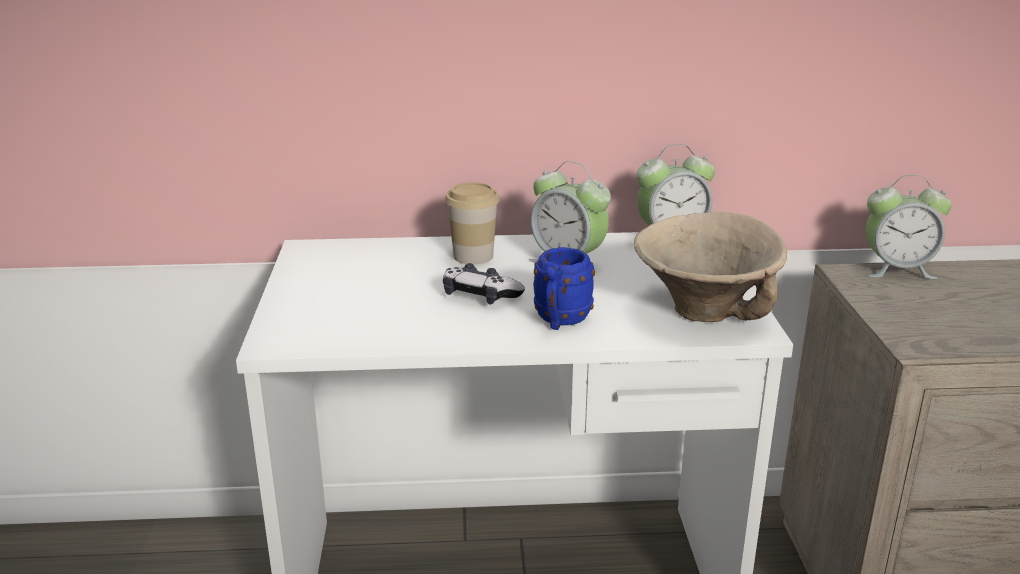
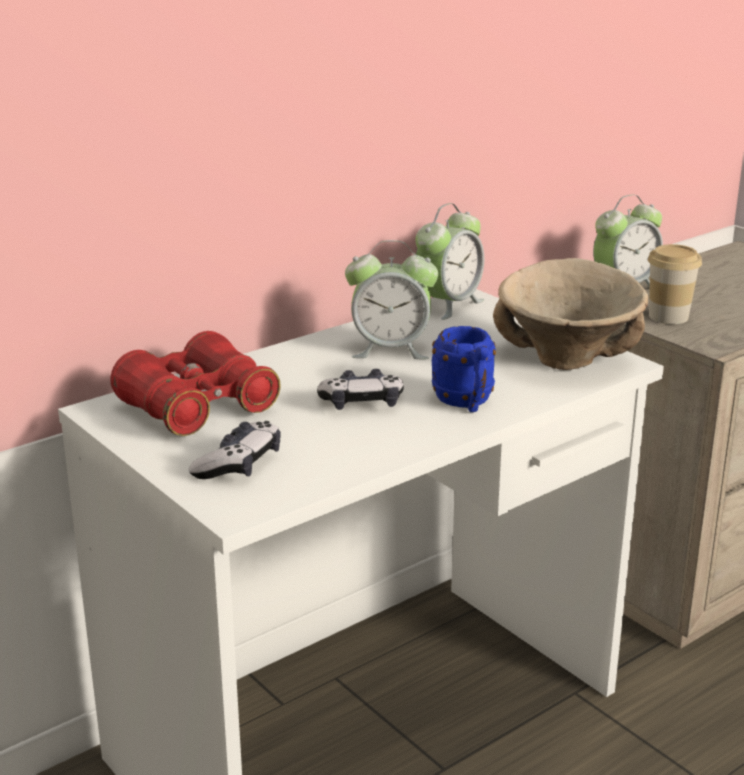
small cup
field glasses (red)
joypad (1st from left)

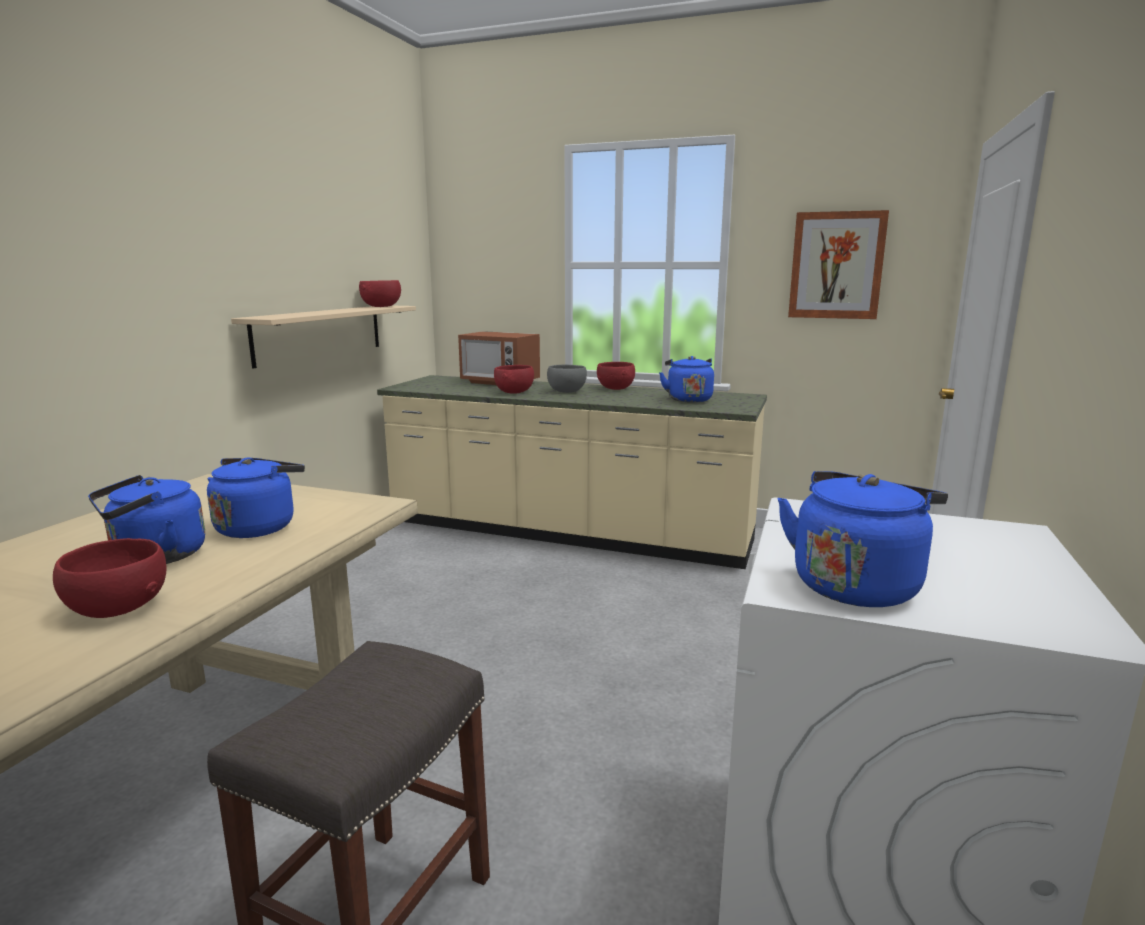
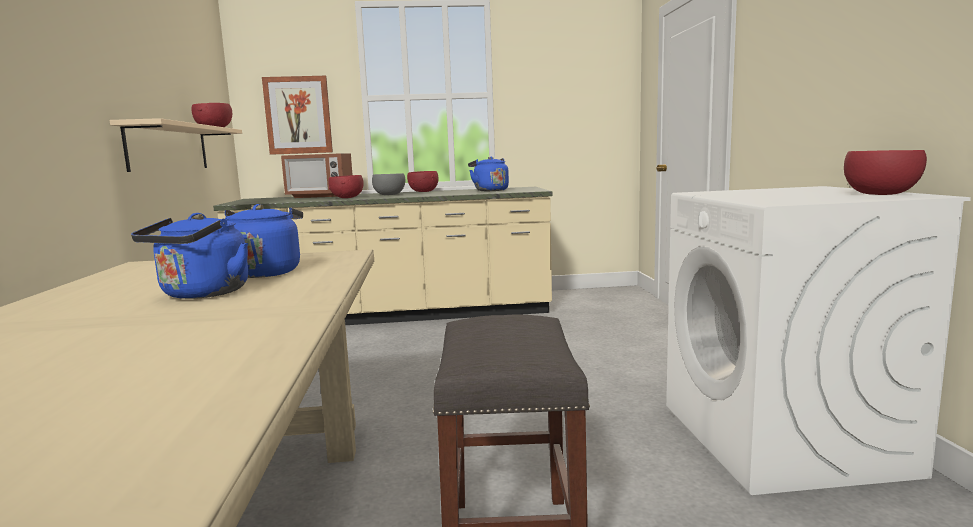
wall picture
kettle (blue) (4th from left in the first image)
deep dish (red) (4th from left)

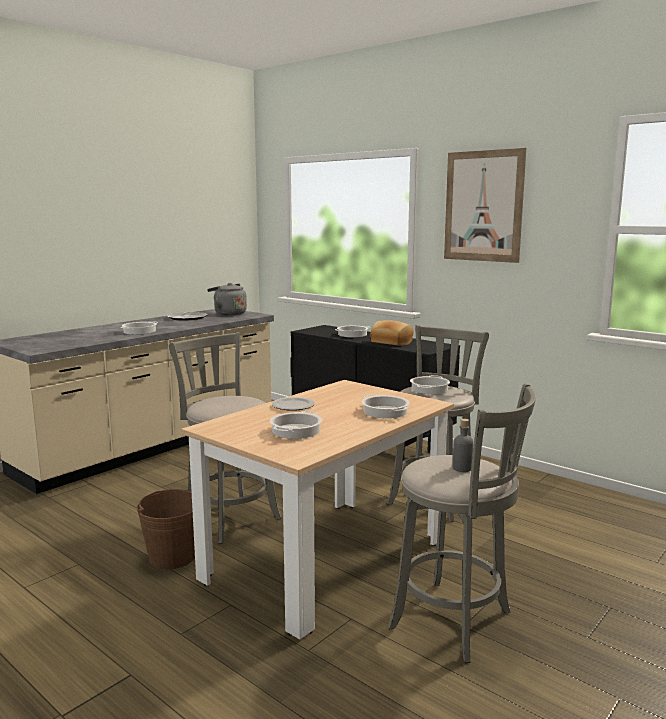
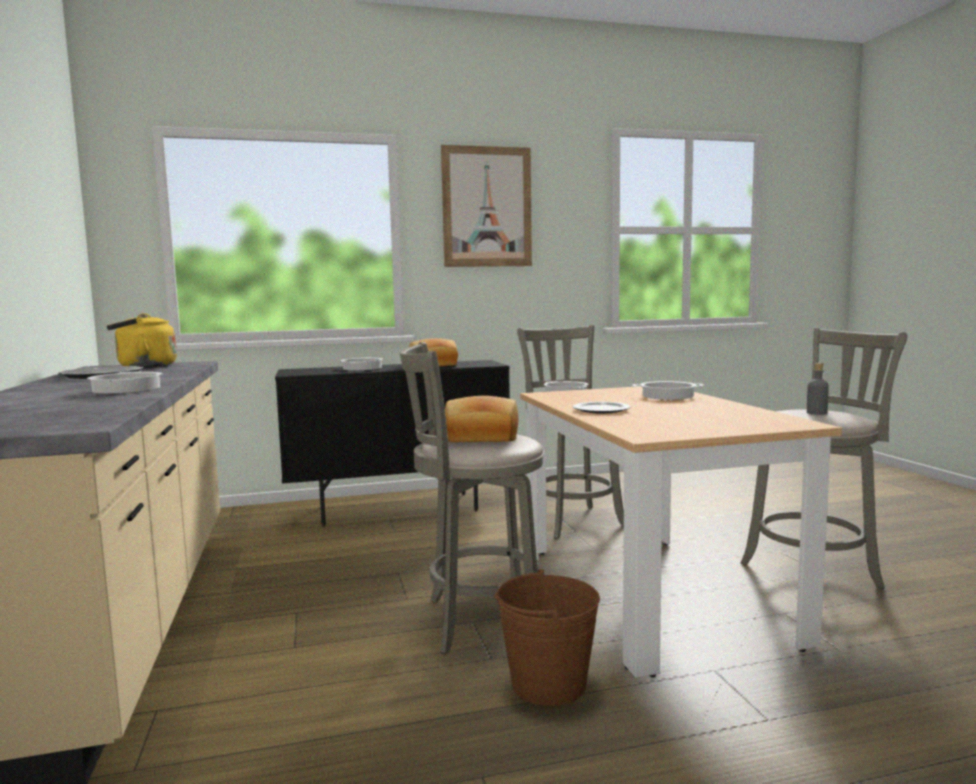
kettle (yellow-coloured)
stockpot (2nd from left in the first image)
bread (2nd from left)

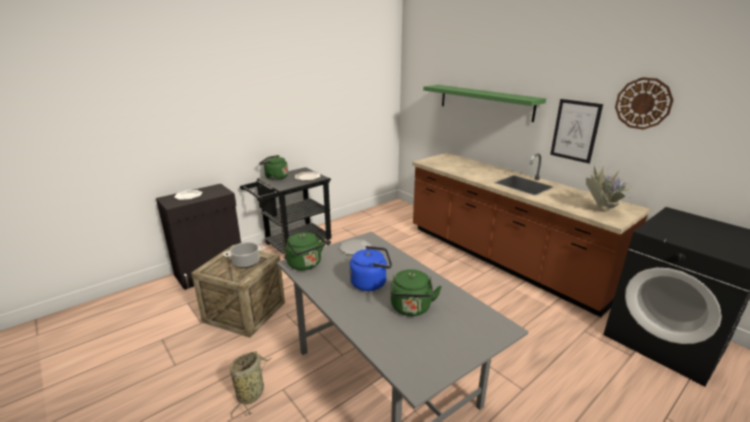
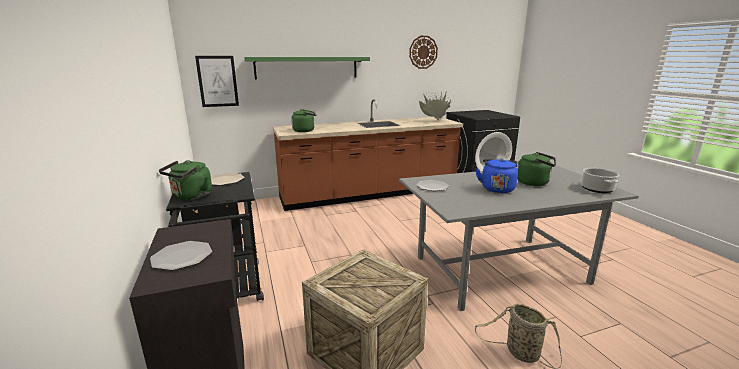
wall picture
kettle (greenish) (2nd from left)
stockpot

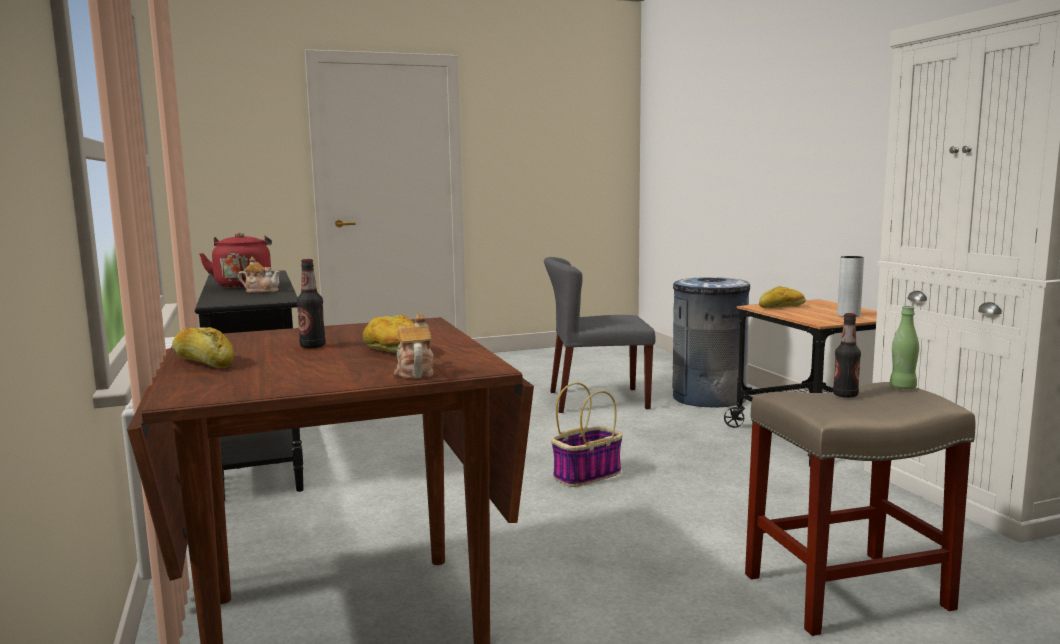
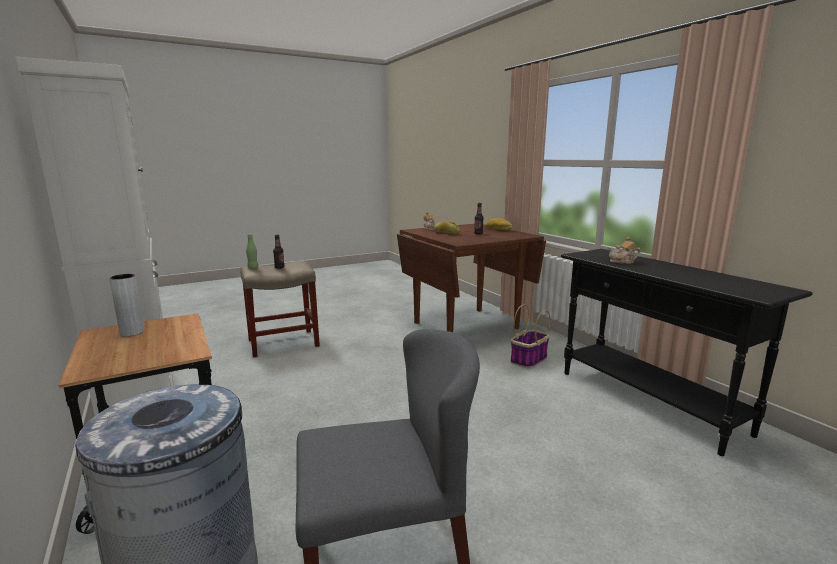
kettle (red)
bread (3rd from left in the first image)
basket

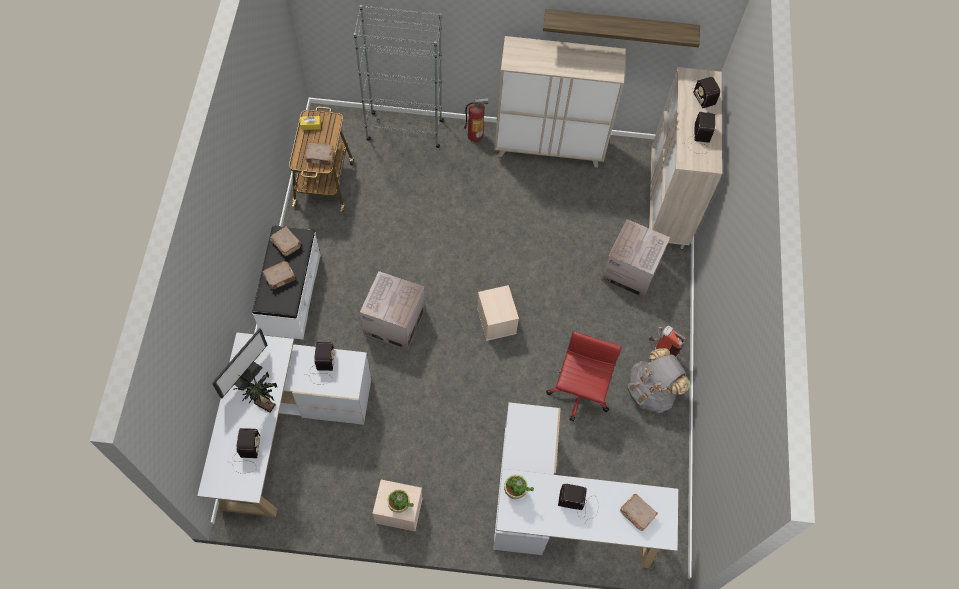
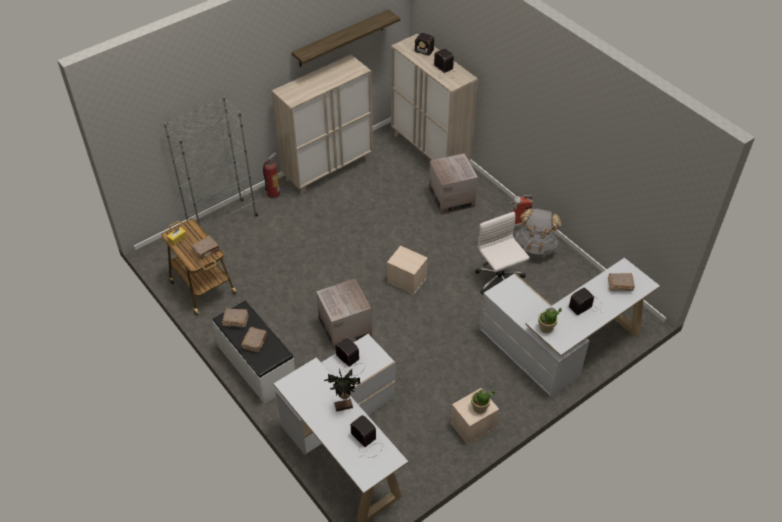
computer display
desk chair (white)

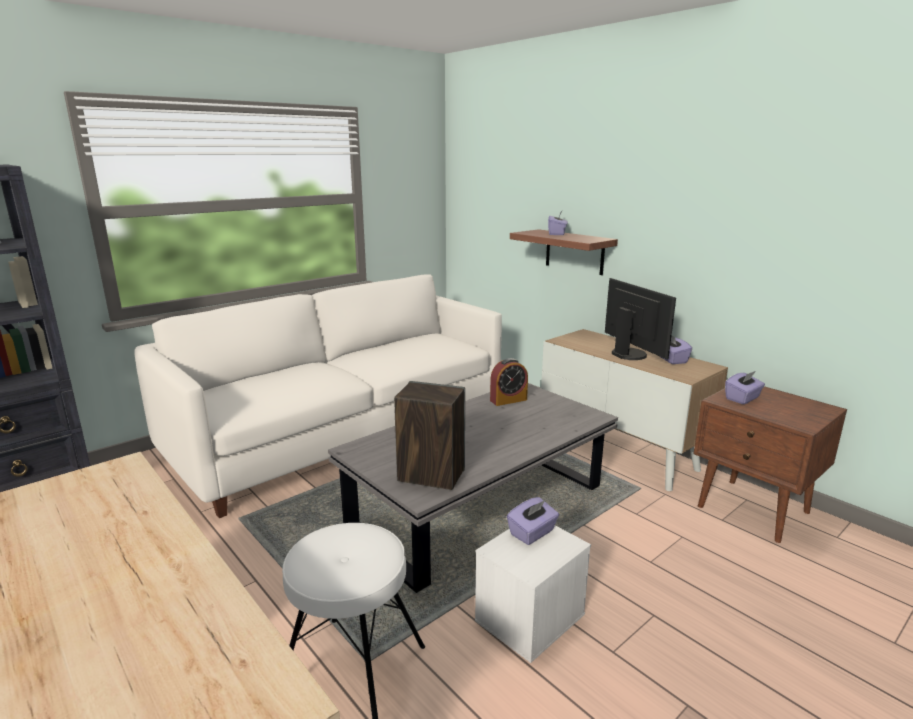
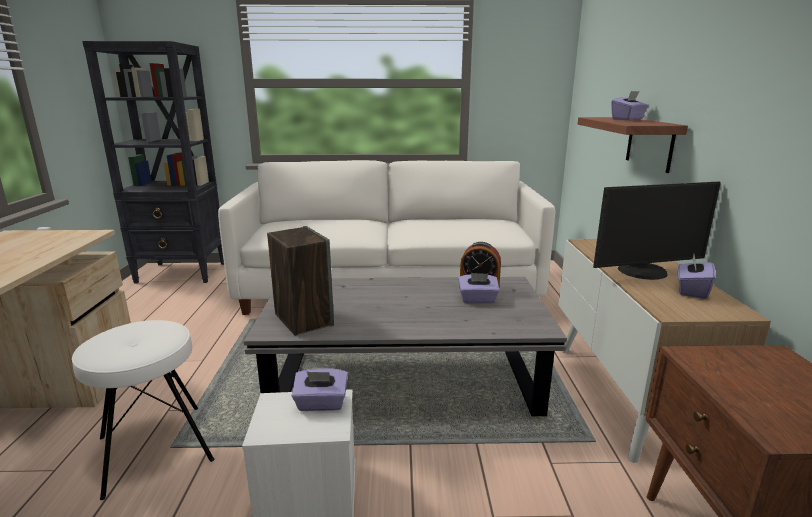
computer display
box of tissues (purple) (2nd from left)

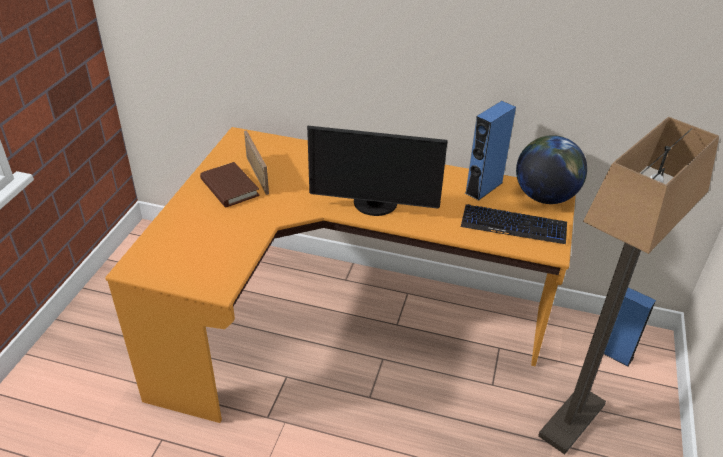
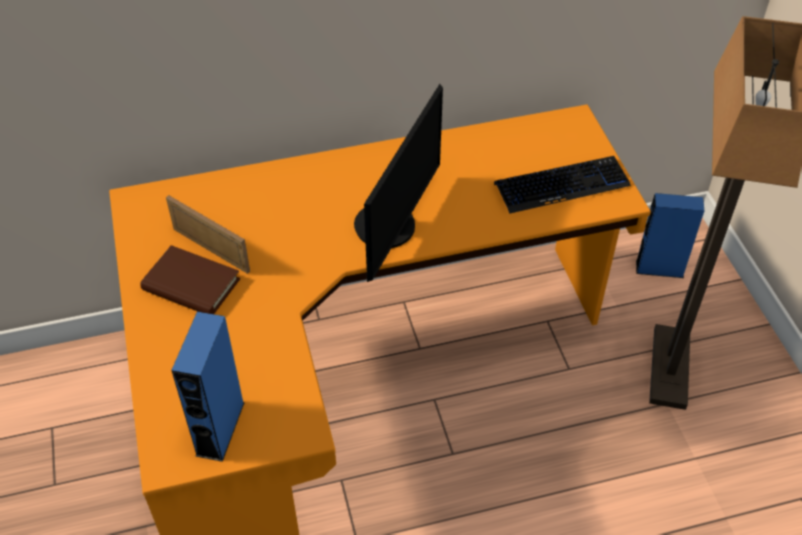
speaker (blue) (1st from left)
computer display
globe

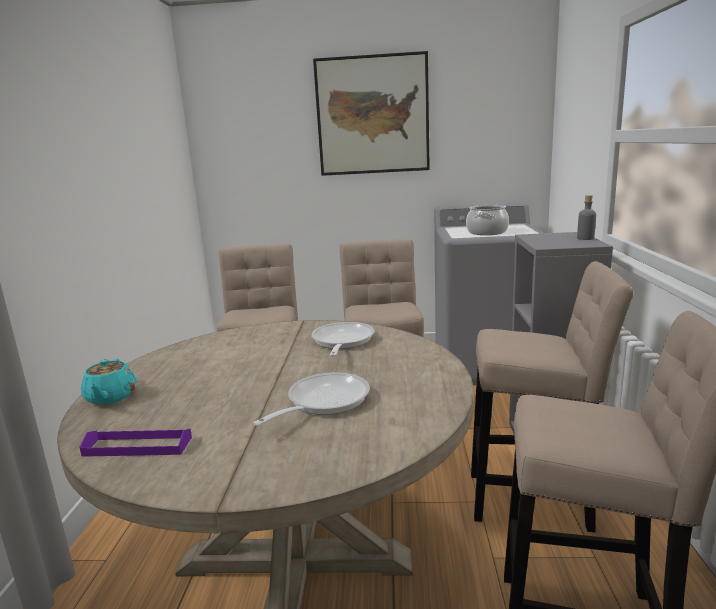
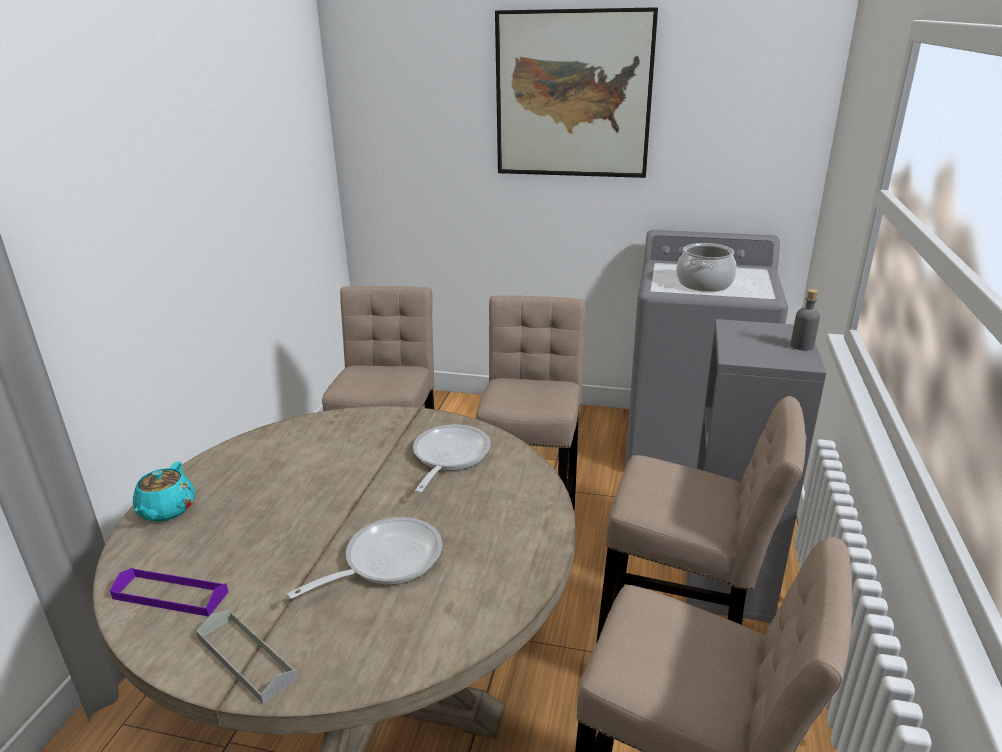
serving tray (greyish)

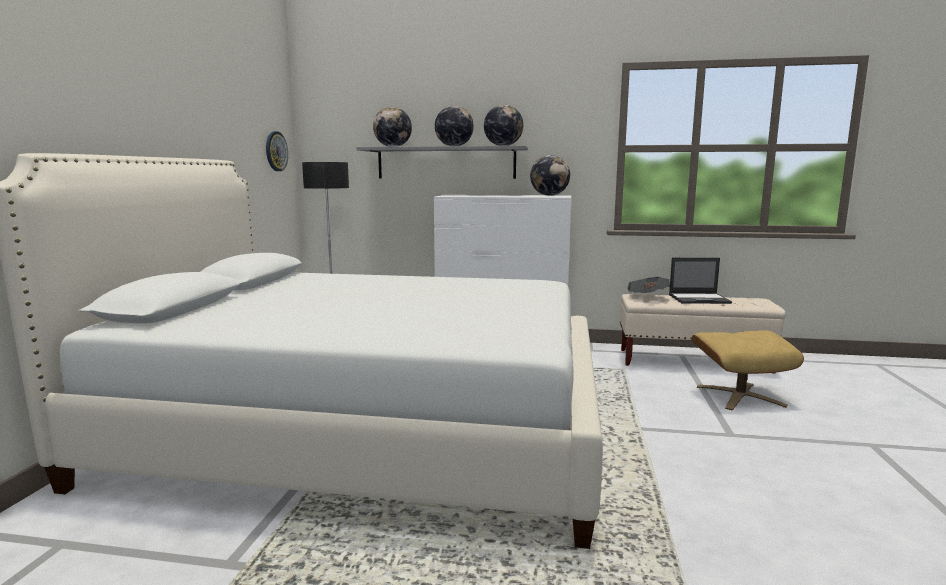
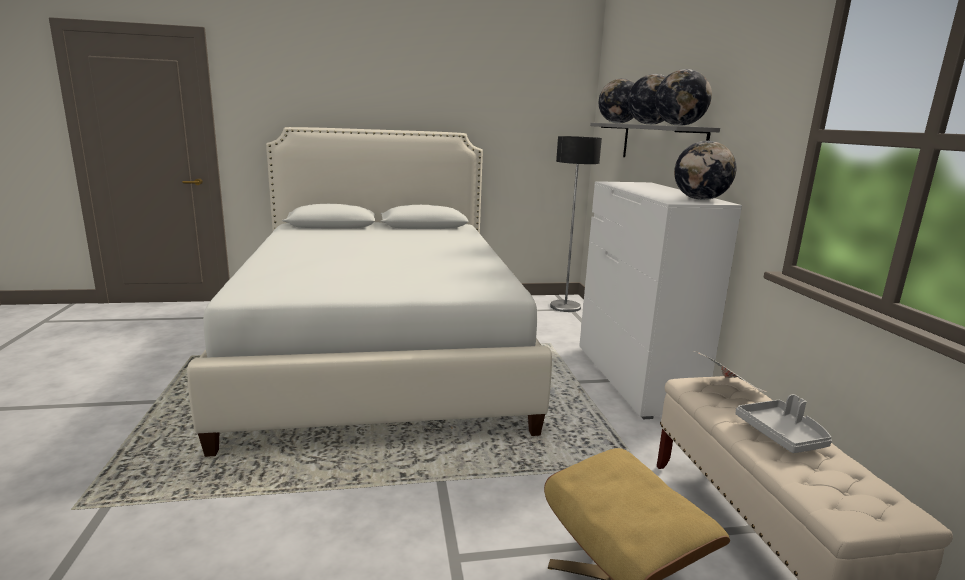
hanging clock
serving tray (greyish)

